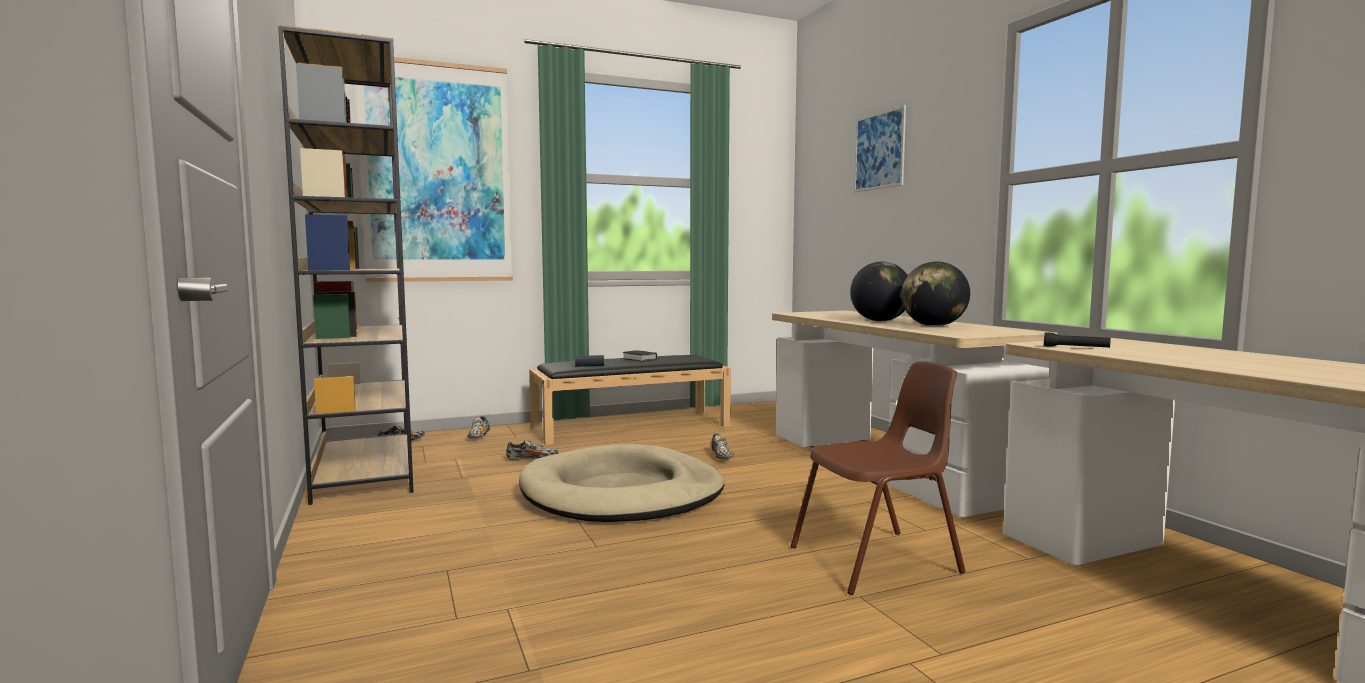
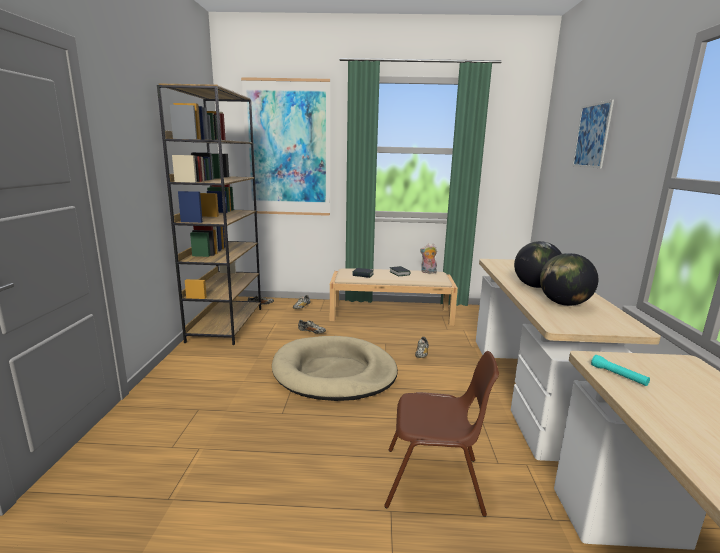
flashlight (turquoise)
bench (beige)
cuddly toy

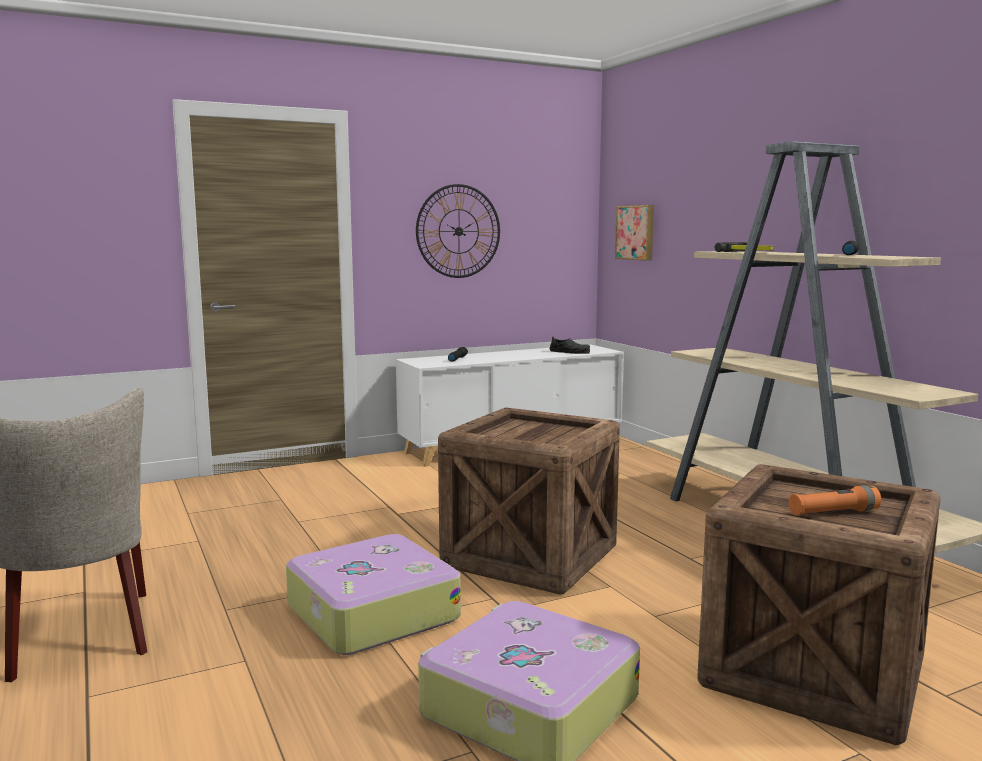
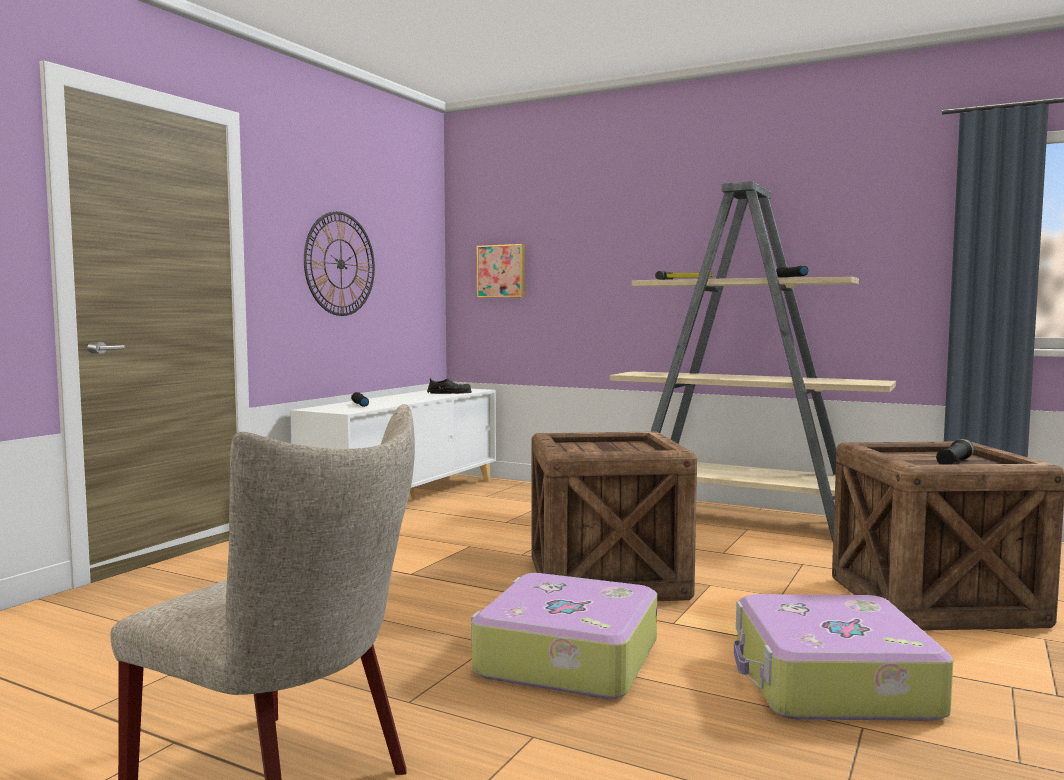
flashlight (blackish) (3rd from left)

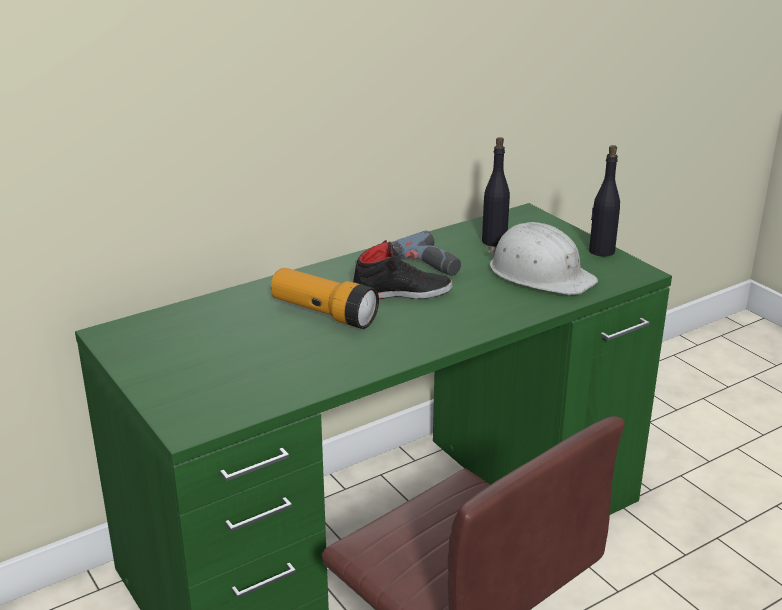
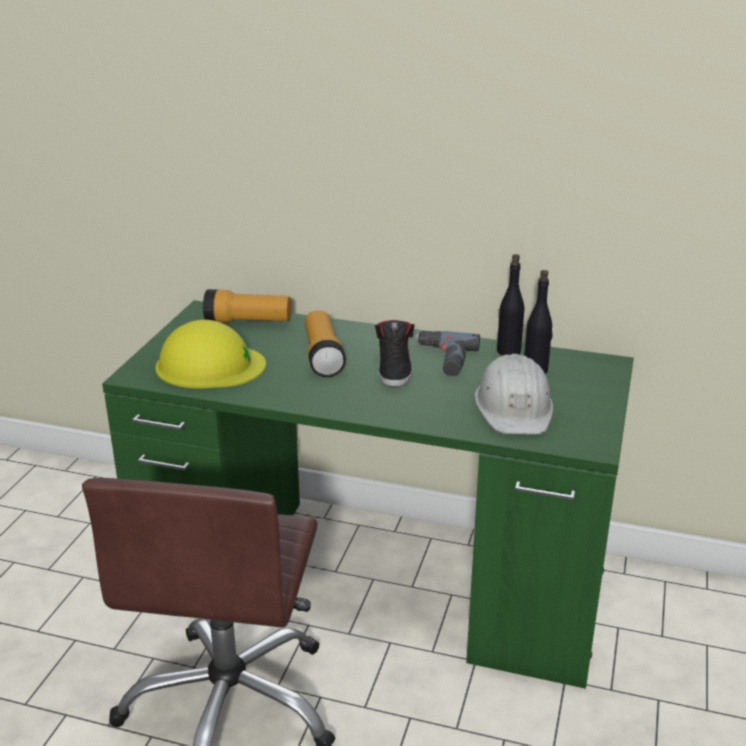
beverage bottle (blackish) (1st from left)
shoe (blackish)
flashlight (1st from left)
hard hat (yellow-coloured)

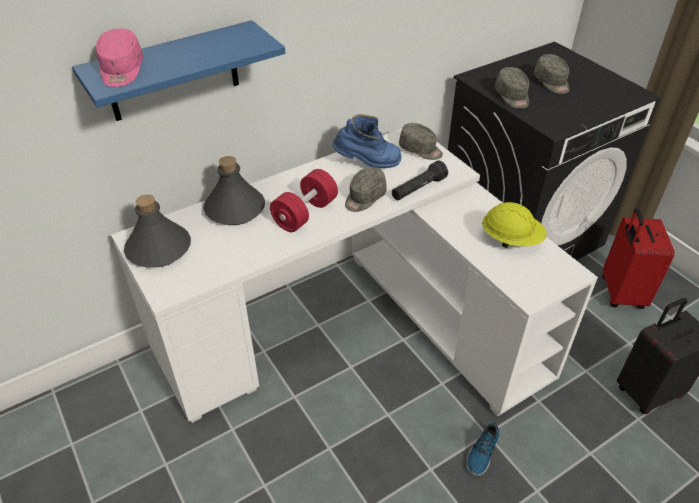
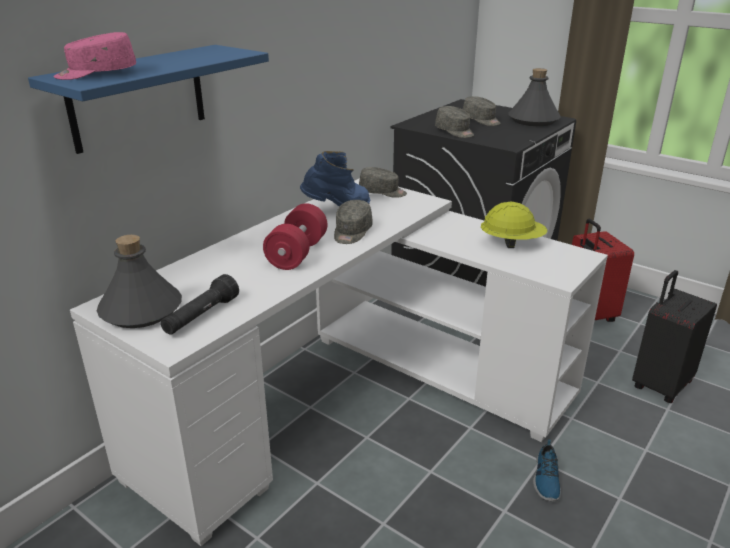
baseball cap (pink)
beverage bottle (greyish) (2nd from left)
flashlight (blackish)

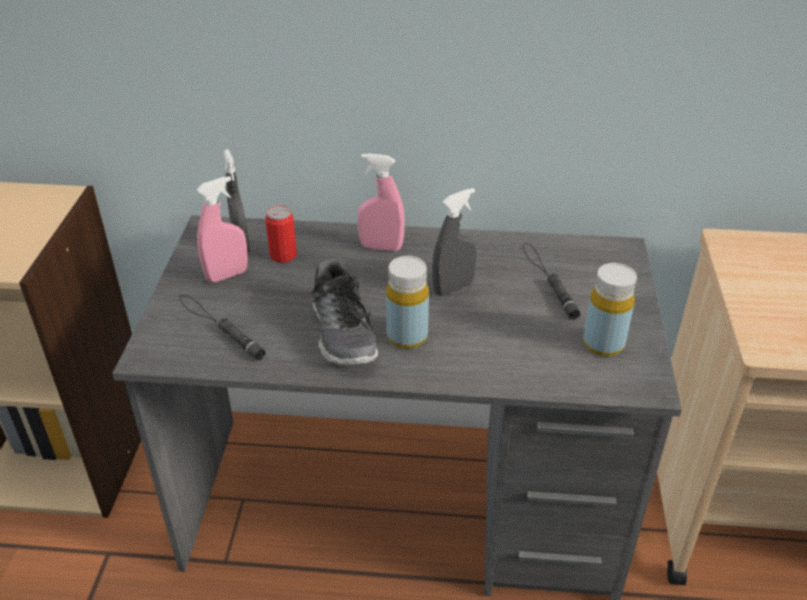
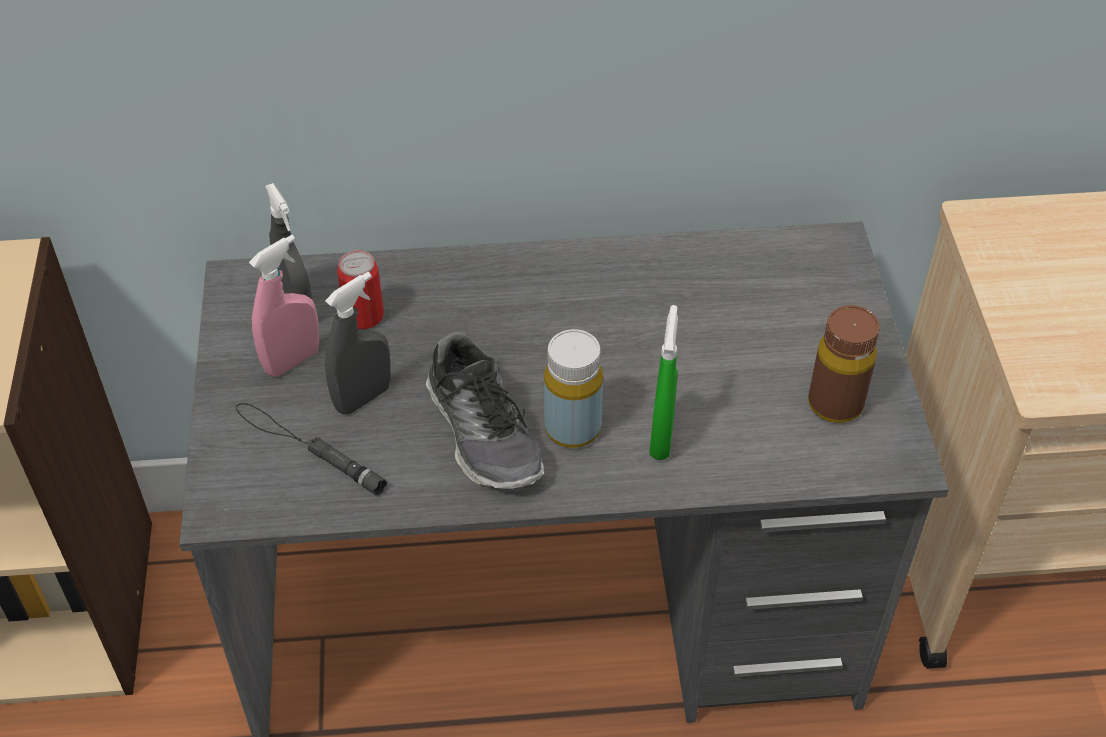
sprayer (pink) (2nd from left in the first image)
sprayer (greyish) (2nd from left)
flashlight (blackish) (2nd from left in the first image)
beverage bottle (brown)
sprayer (greenish)

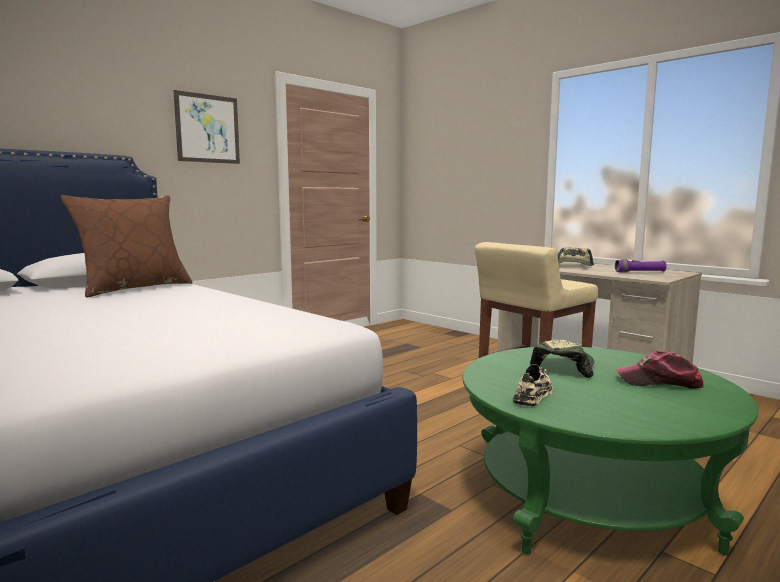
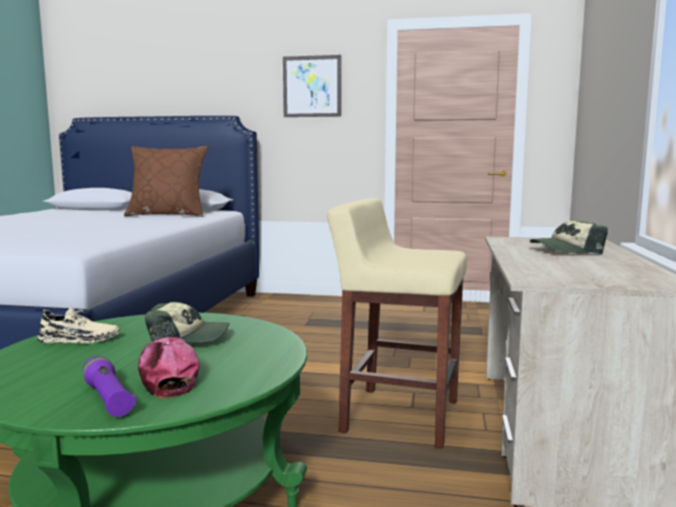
flashlight (purple)

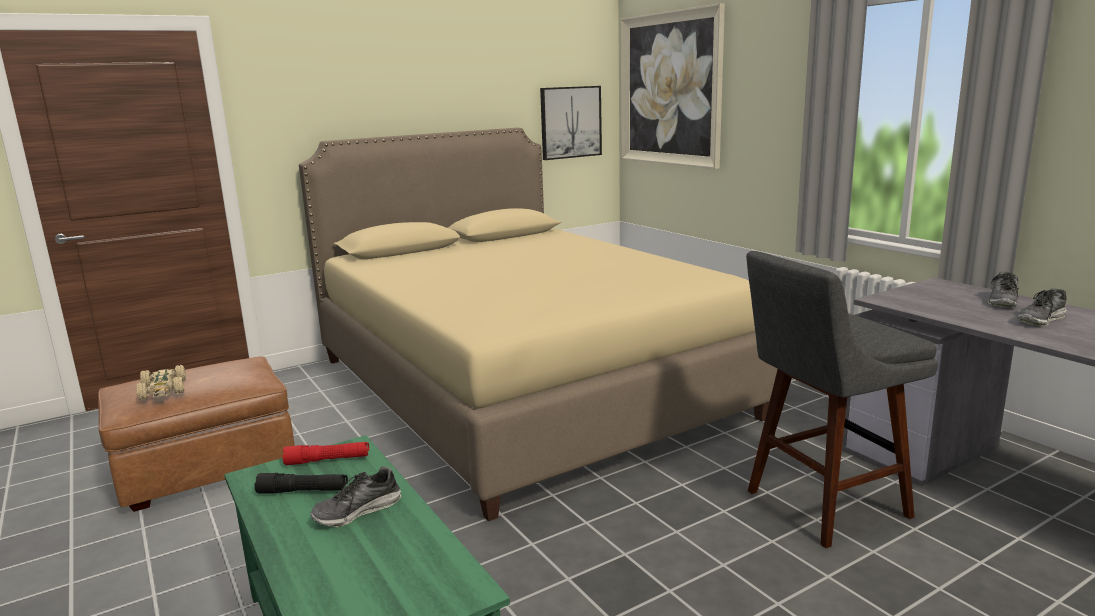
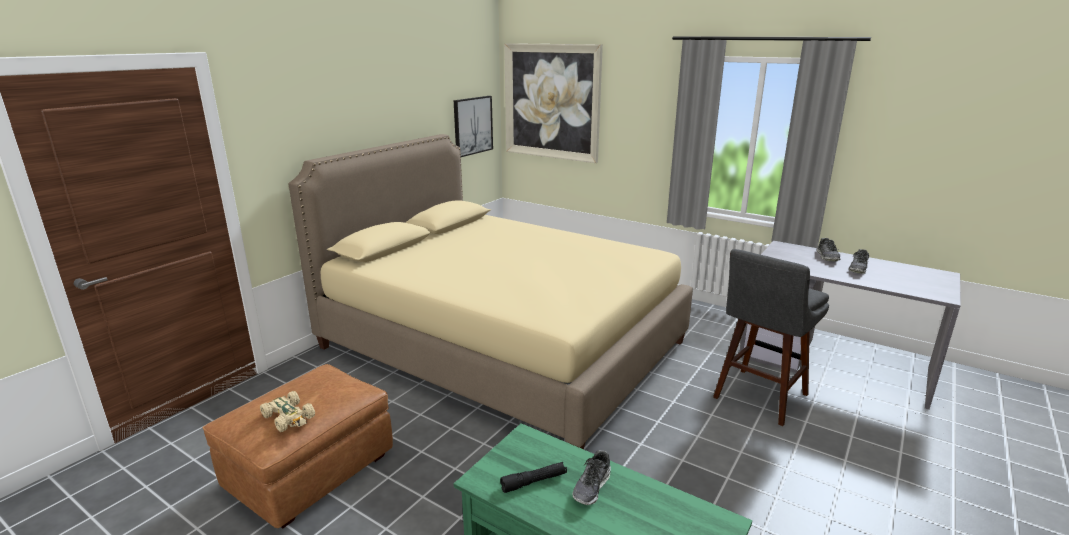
flashlight (red)

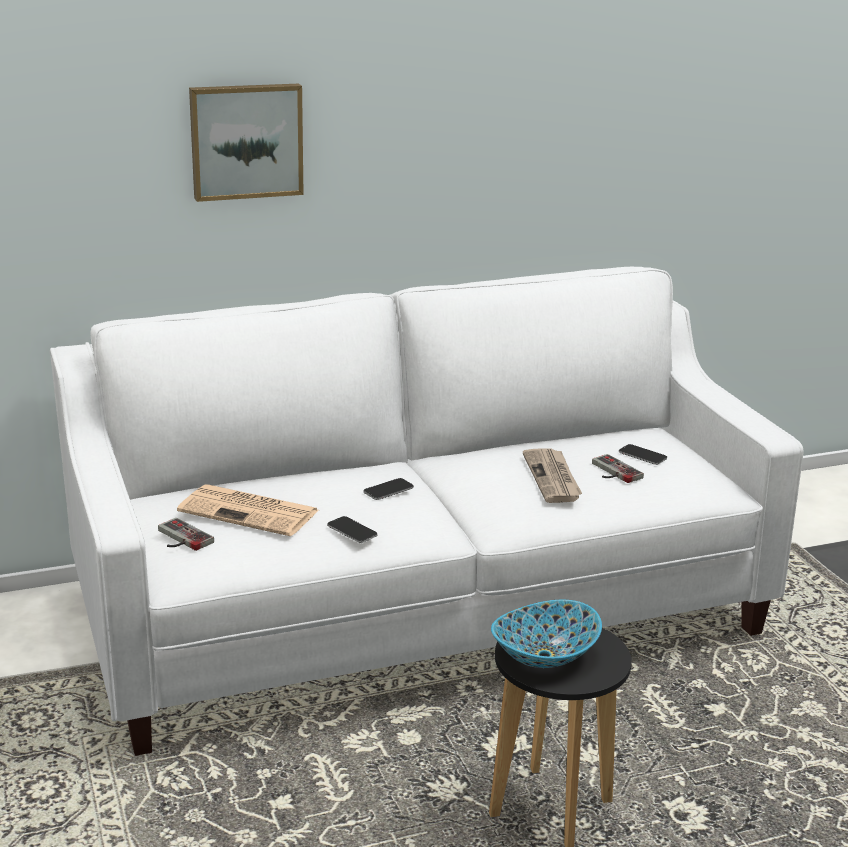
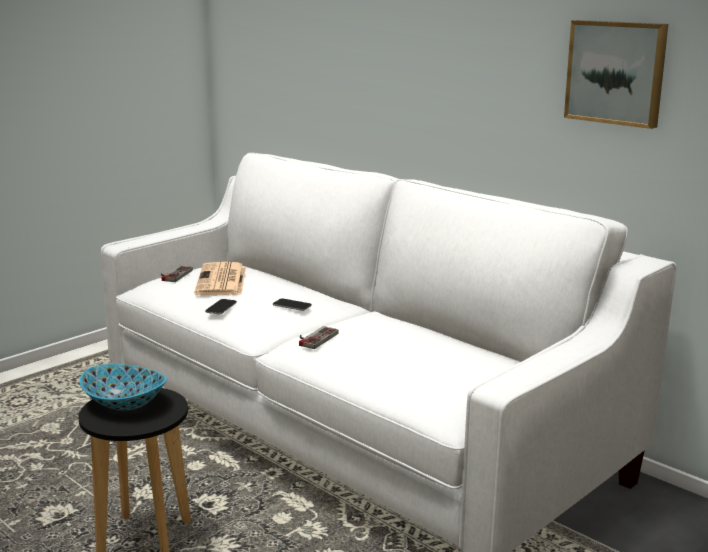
wall picture
telephone (3rd from left in the first image)
printed paper (2nd from left in the first image)
joypad (2nd from left)

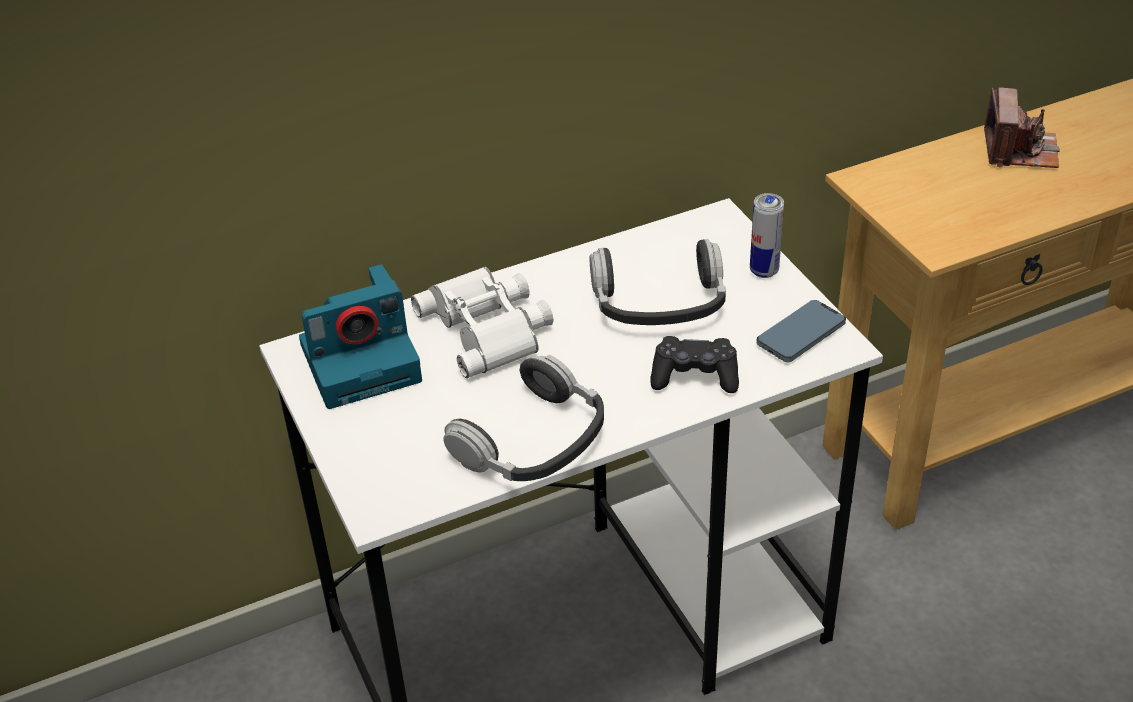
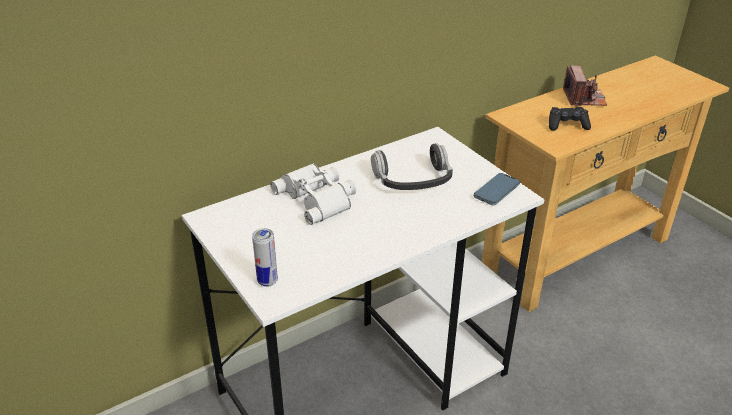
sealed can
still camera (1st from left in the first image)
joypad (blackish)
headphones (1st from left in the first image)

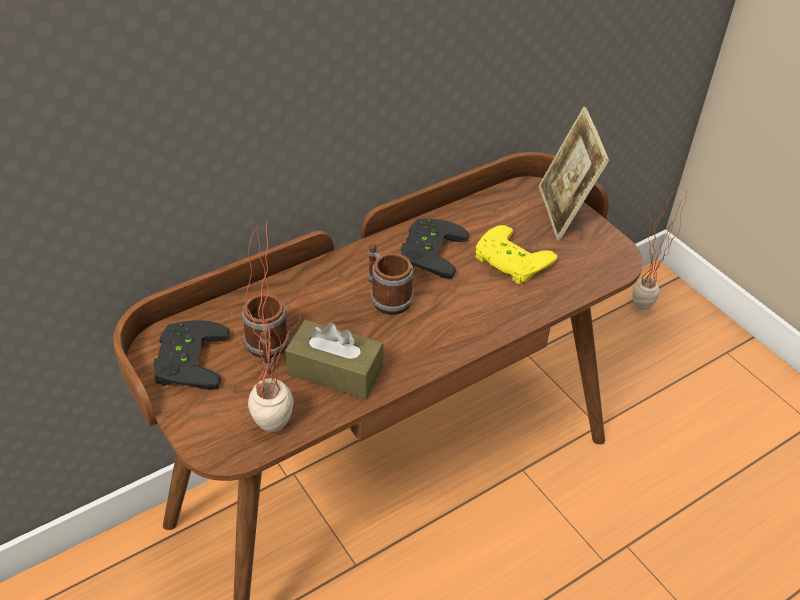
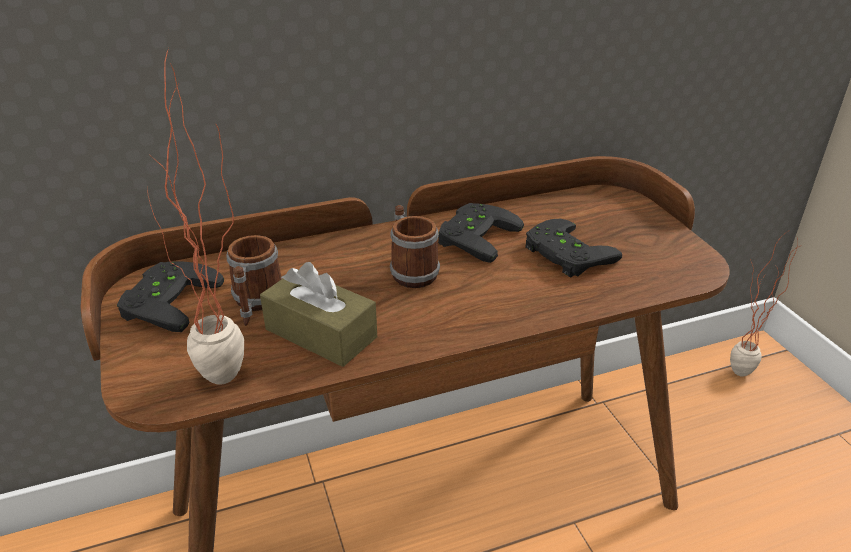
photo frame
joypad (blackish) (3rd from left)

